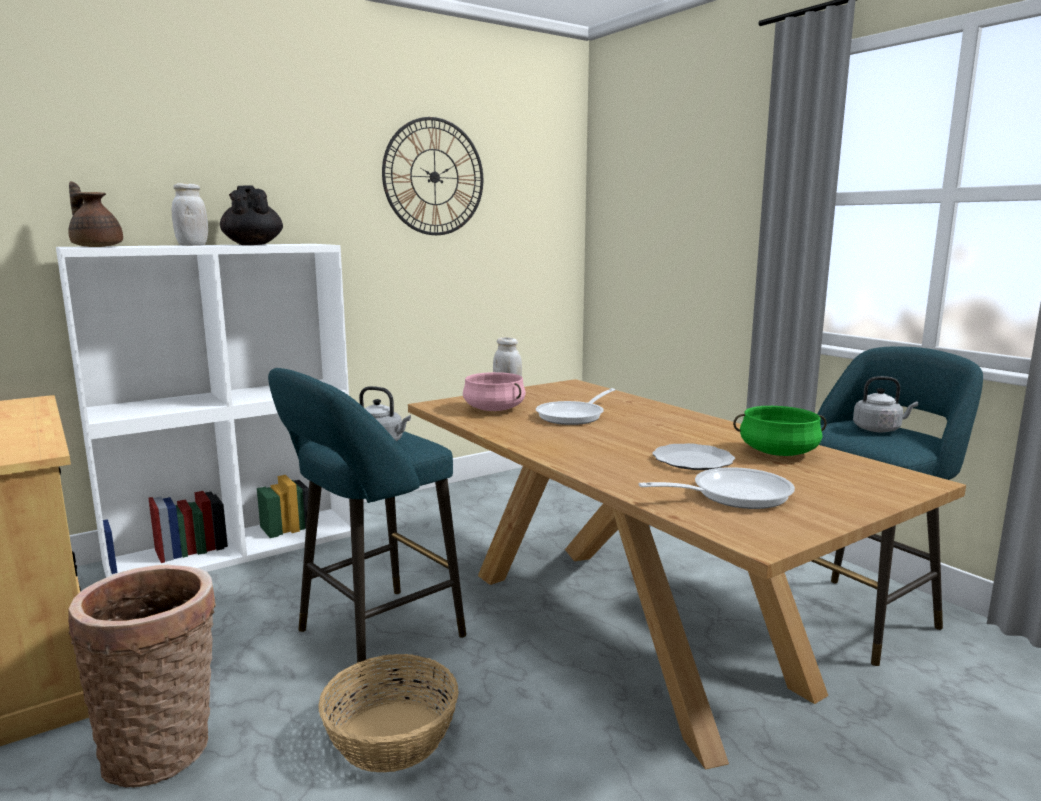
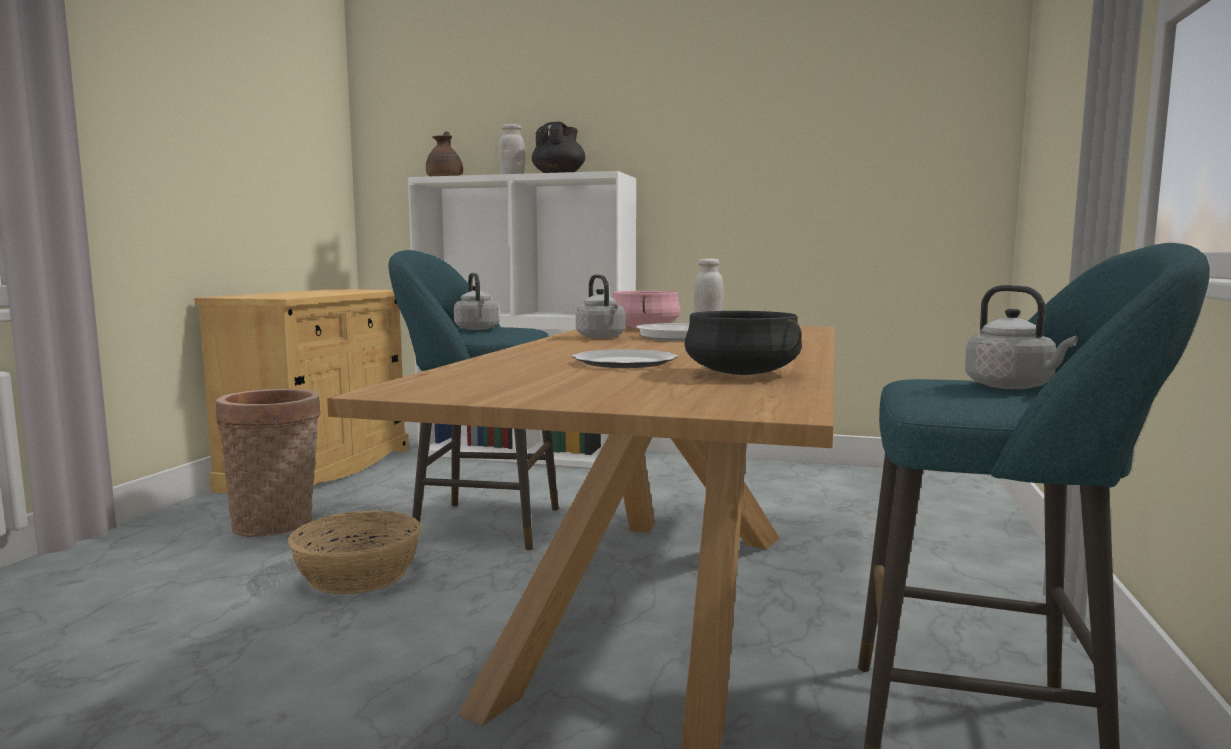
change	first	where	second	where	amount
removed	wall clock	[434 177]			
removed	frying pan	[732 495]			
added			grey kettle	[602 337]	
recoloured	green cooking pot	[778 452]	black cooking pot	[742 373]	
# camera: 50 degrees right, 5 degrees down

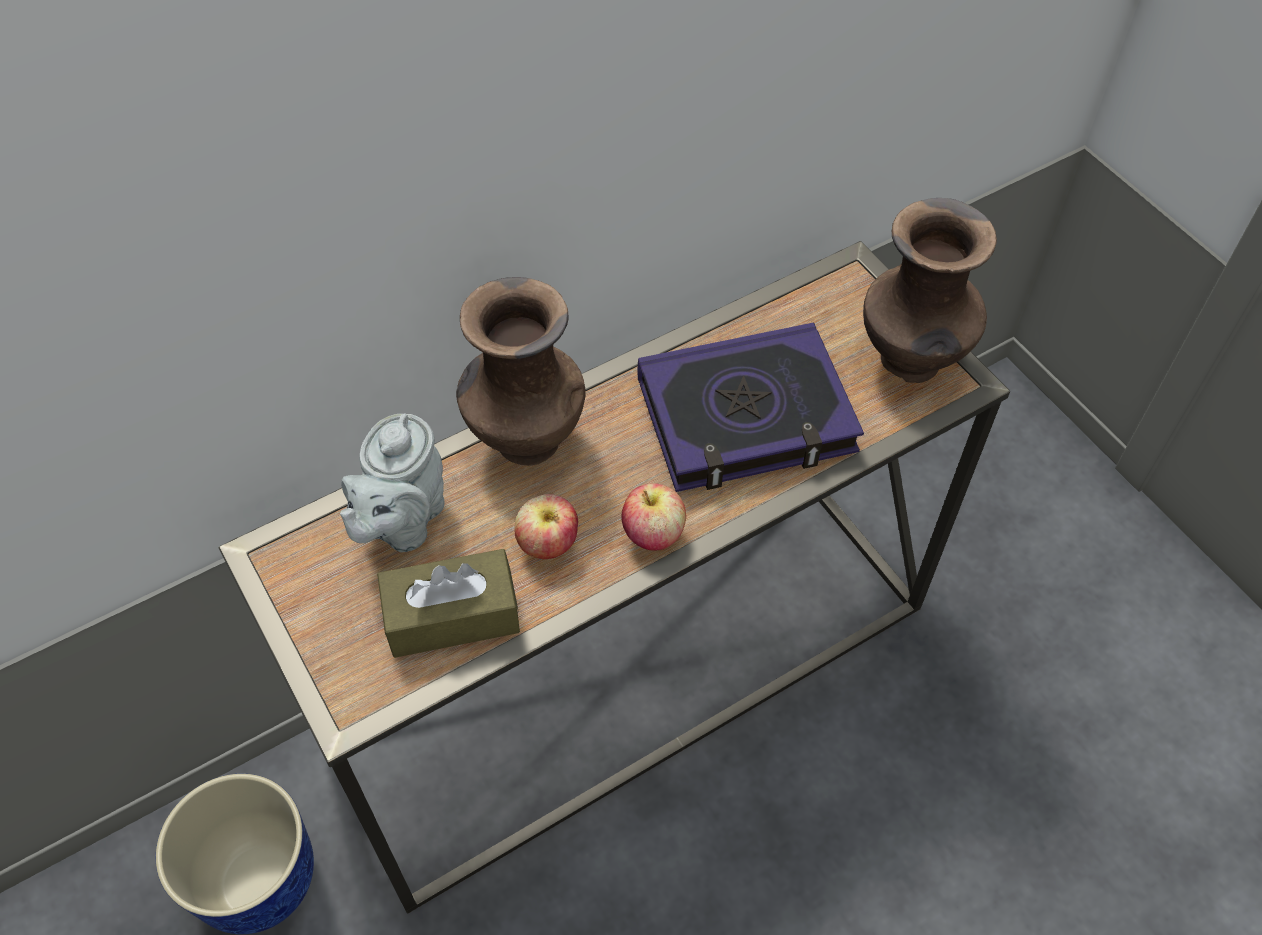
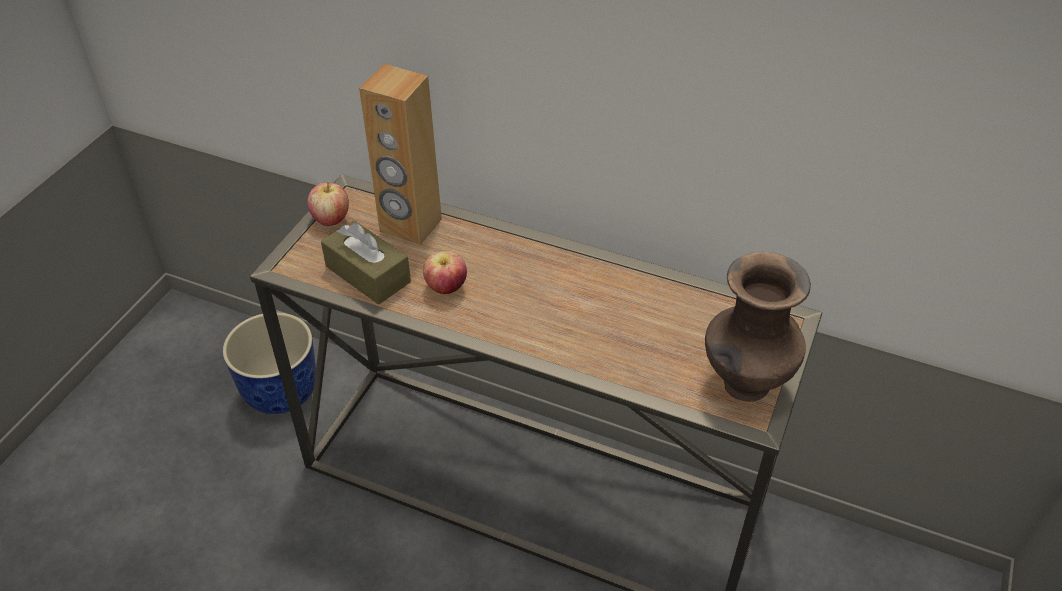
change	first	where	second	where	amount
removed	brown vase	[525 441]			
removed	book	[746 417]			
moved	apple	[653 534]		[331 219]	
replaced	grey teapot	[402 521]	brown speaker	[410 226]	
# camera: 55 degrees right, 10 degrees down

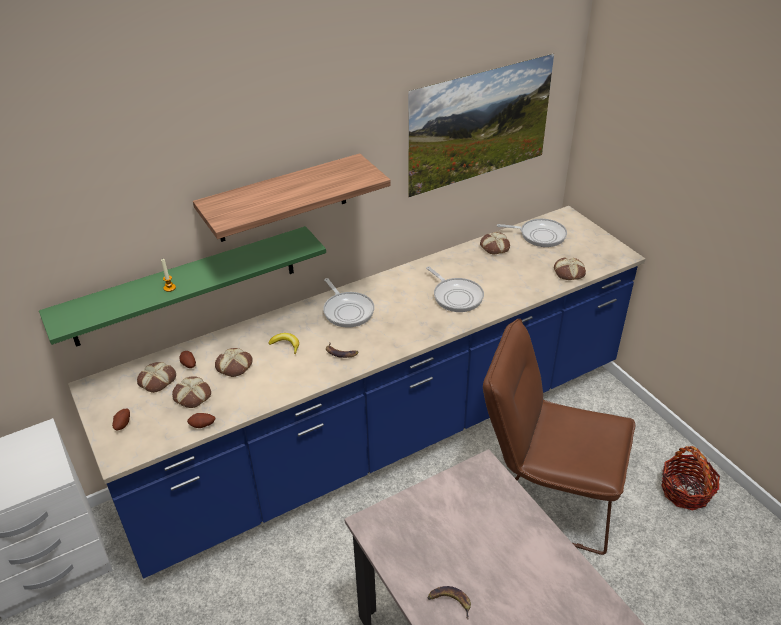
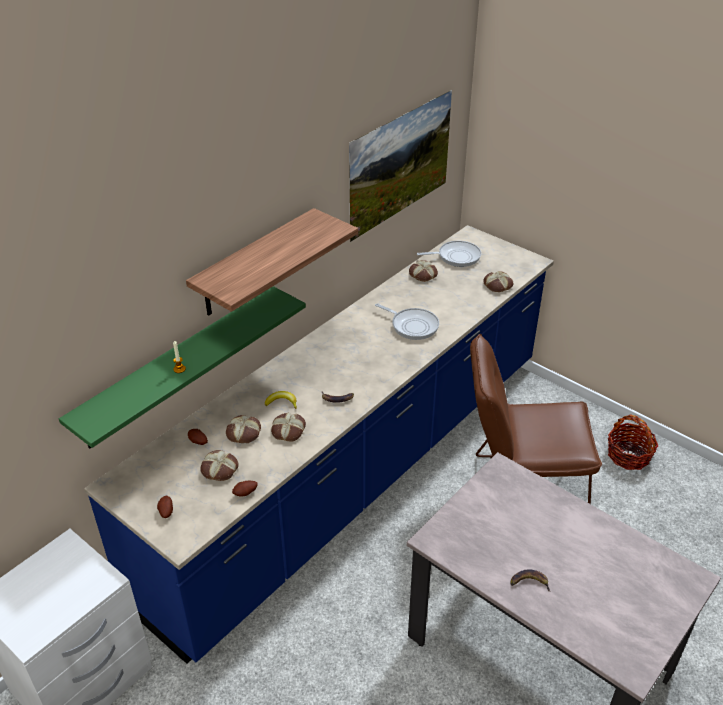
change	first	where	second	where	amount
removed	frying pan	[347 310]			
moved	bread	[157 380]		[288 430]	
# camera: 20 degrees left, 0 degrees up

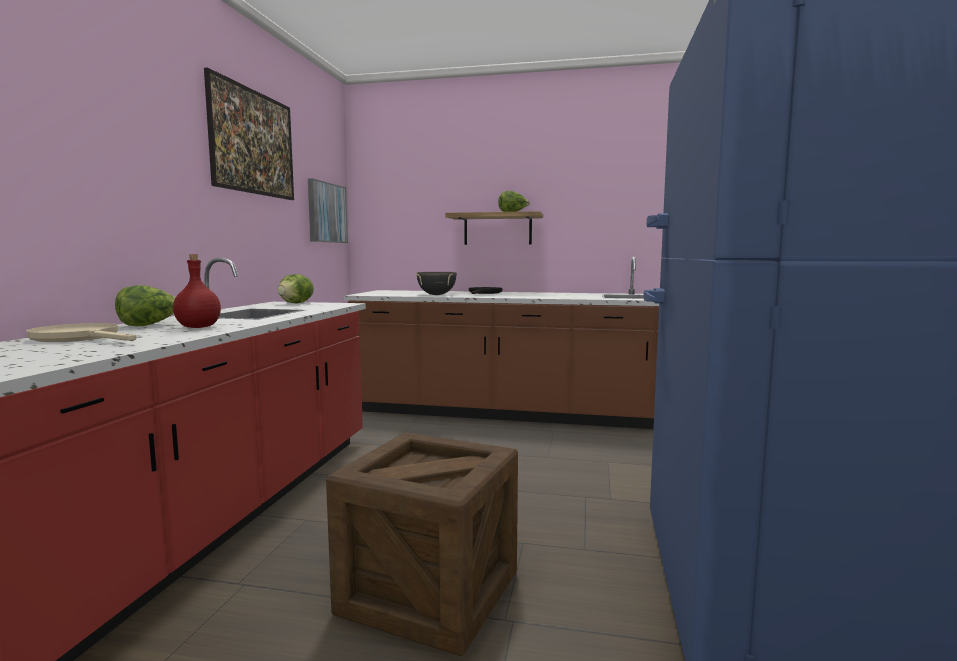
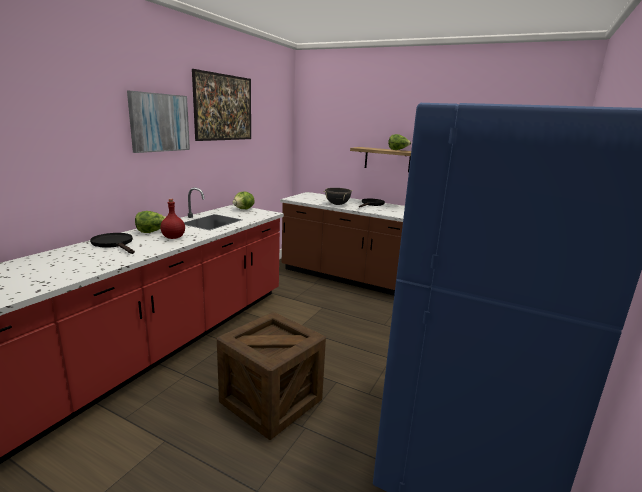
change	first	where	second	where	amount
moved	picture	[327 213]		[159 122]	
recoloured	beige frying pan	[82 338]	black frying pan	[115 244]	
# camera: 15 degrees right, 10 degrees up

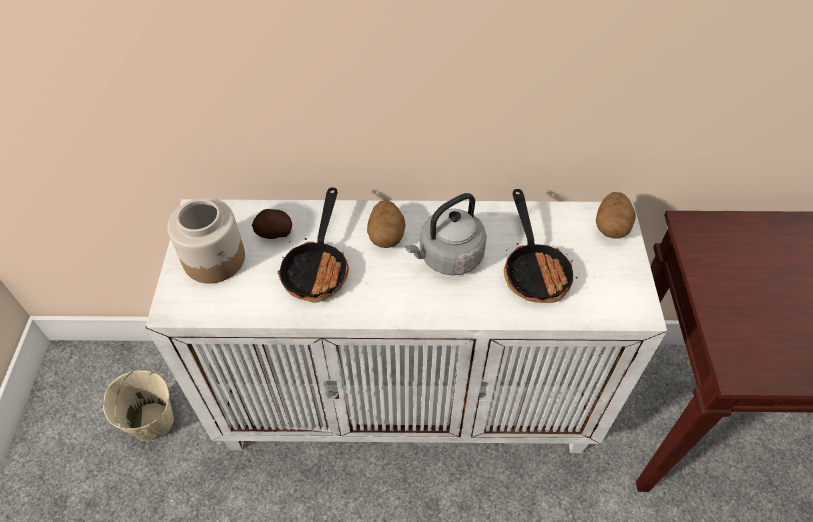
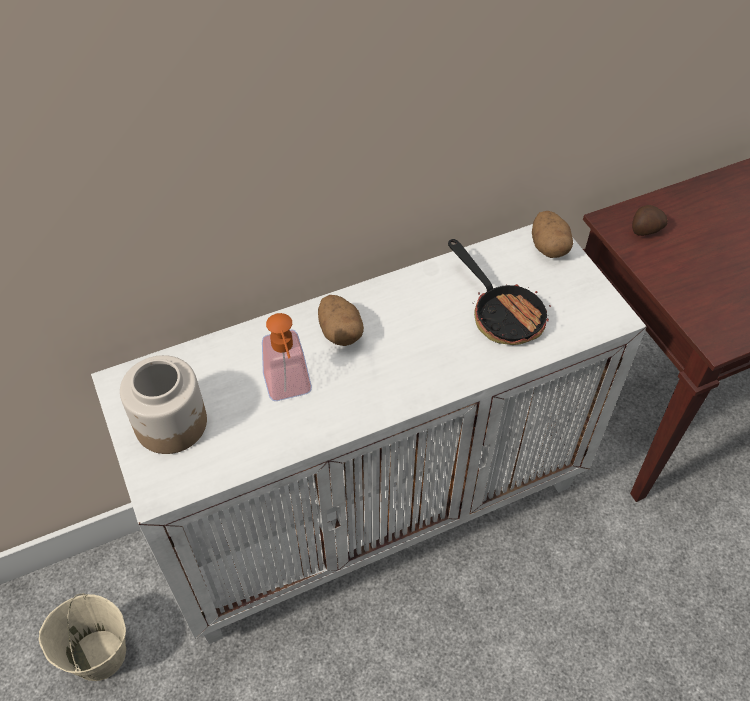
change	first	where	second	where	amount
removed	grey kettle	[448 257]			
moved	potato	[274 233]		[645 230]	
replaced	frying pan	[318 267]	soap dispenser	[289 390]	
# camera: 25 degrees left, 0 degrees up

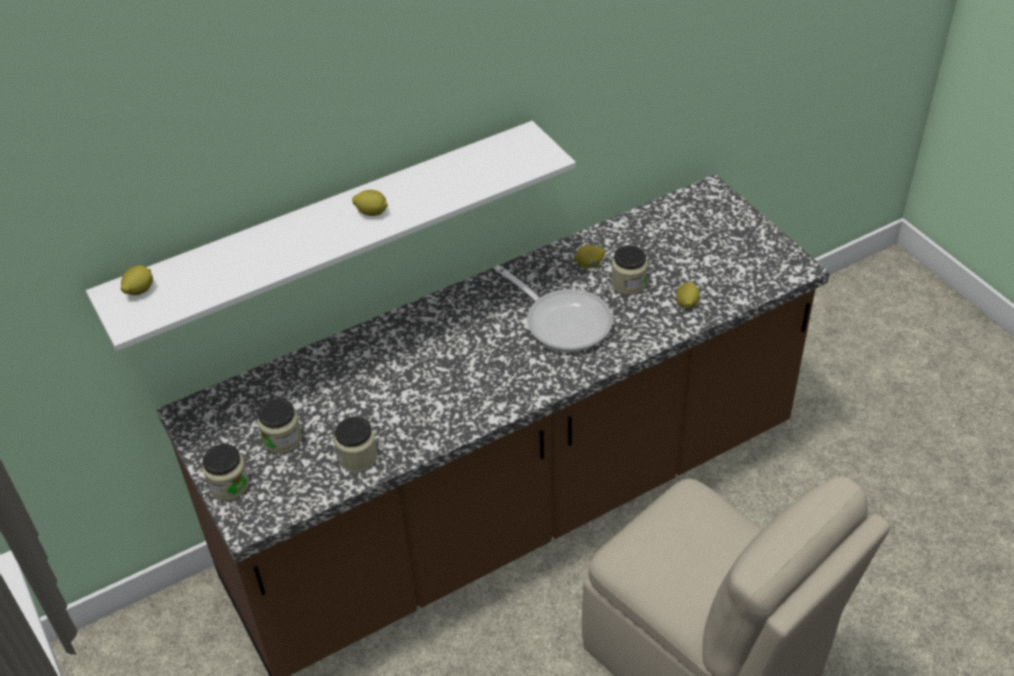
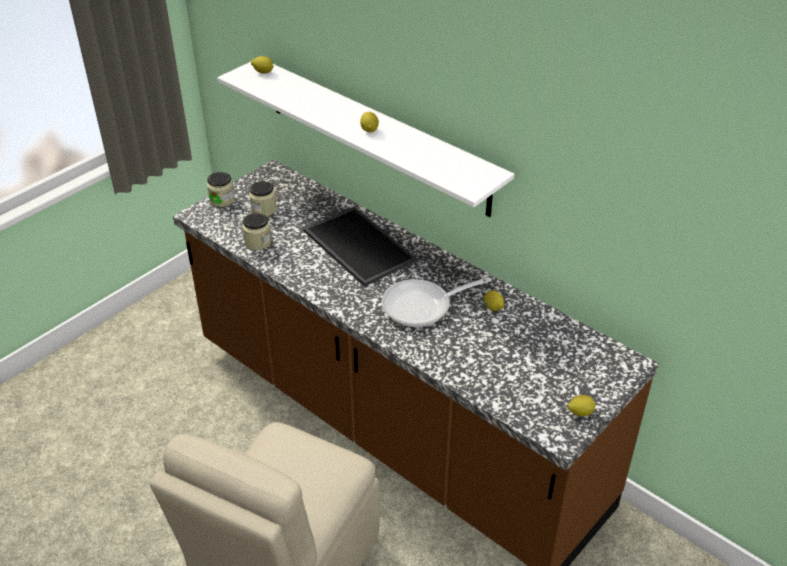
change	first	where	second	where	amount
removed	jar	[628 283]			
added			tray	[357 246]	
moved	lemon	[686 304]		[580 412]	
turned	frying pan	[563 321]		[422 306]	45 degrees clockwise
# camera: 70 degrees right, 5 degrees down

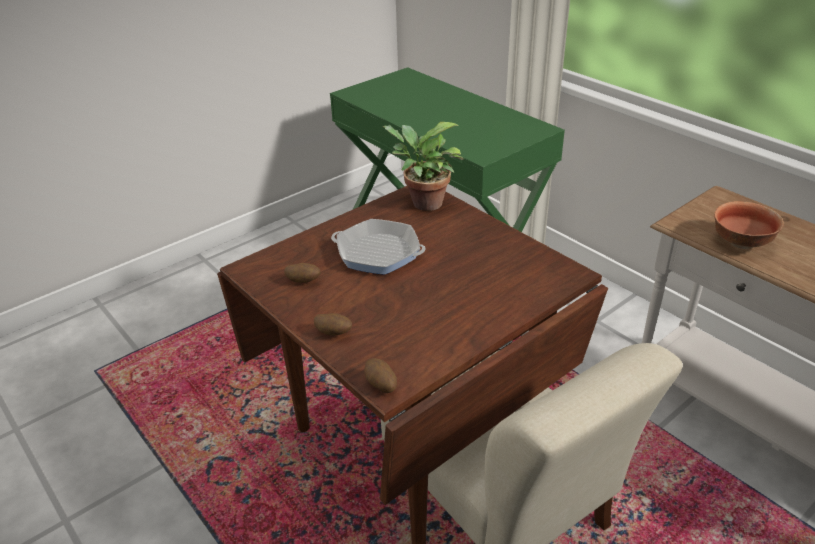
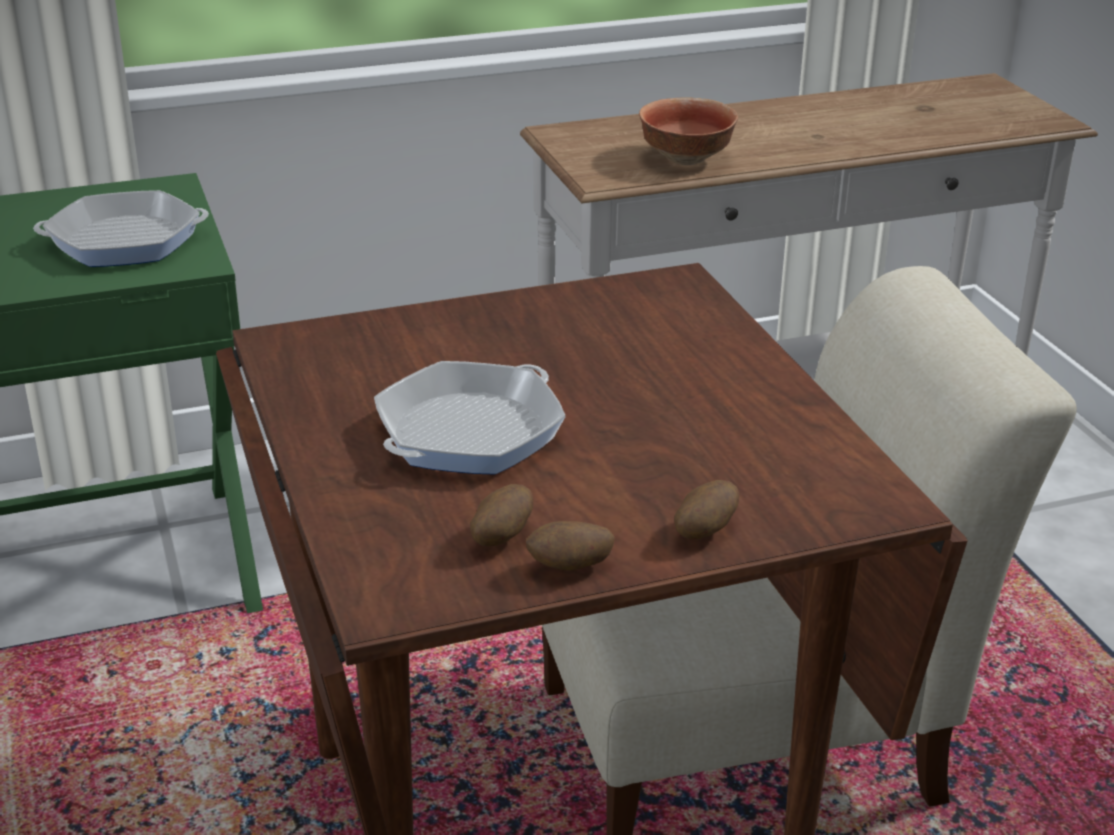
change	first	where	second	where	amount
removed	potted plant	[423 203]			
added			frying pan	[124 240]	
moved	potato	[381 385]		[569 567]	
# camera: 70 degrees left, 5 degrees down

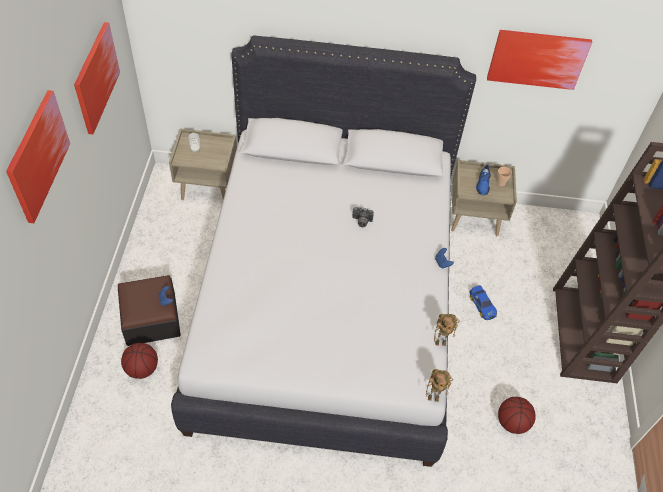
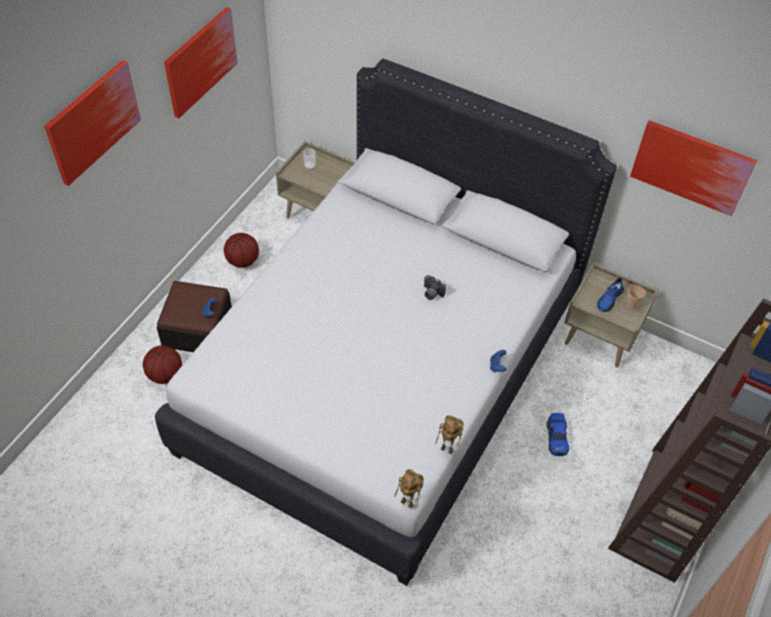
change	first	where	second	where	amount
moved	basketball	[512 422]		[243 261]	
# camera: 25 degrees right, 0 degrees up

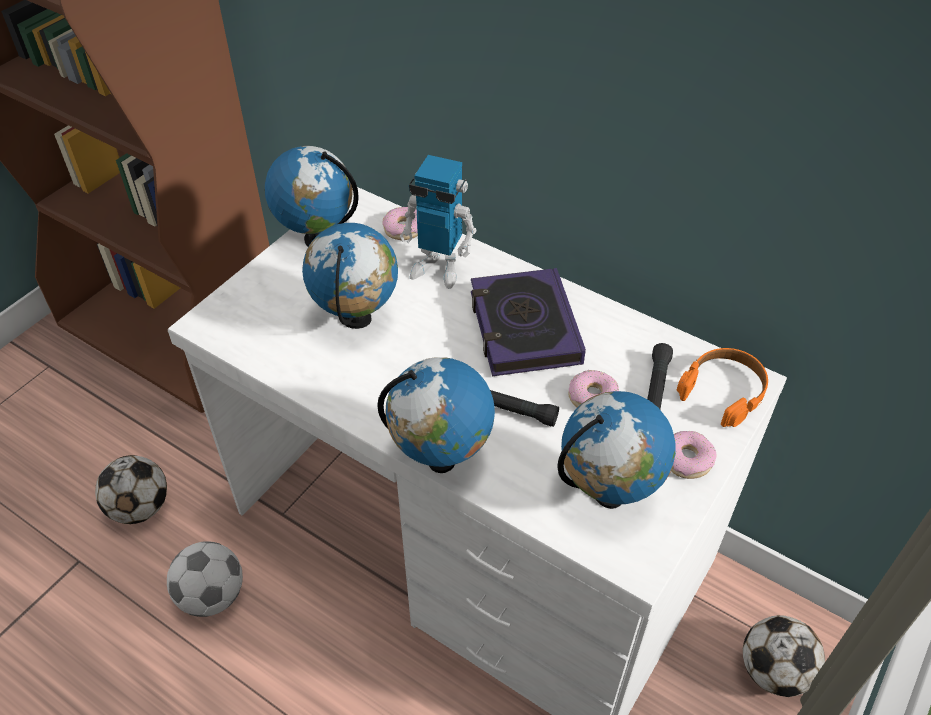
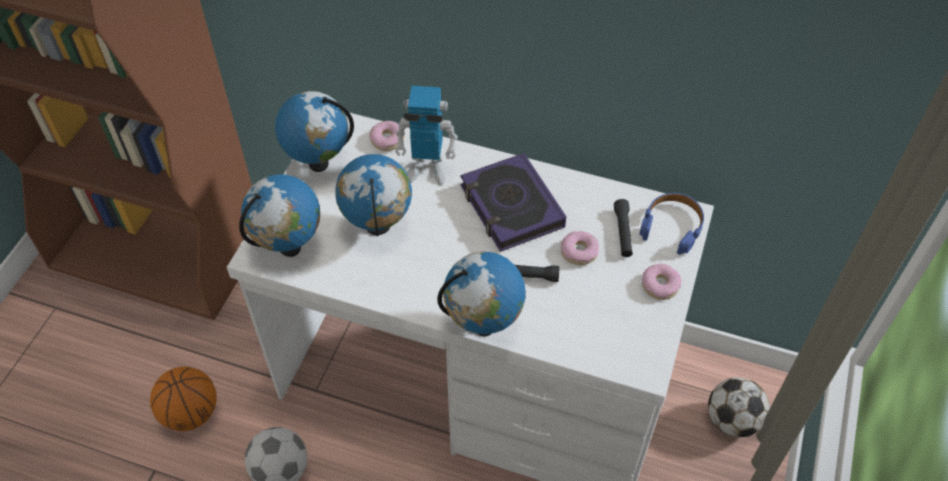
change	first	where	second	where	amount
moved	globe	[608 494]		[289 247]	
replaced	football	[140 508]	basketball	[191 413]	
recoloured	orange headphones	[723 391]	blue headphones	[672 226]	
# camera: 15 degrees left, 5 degrees up

